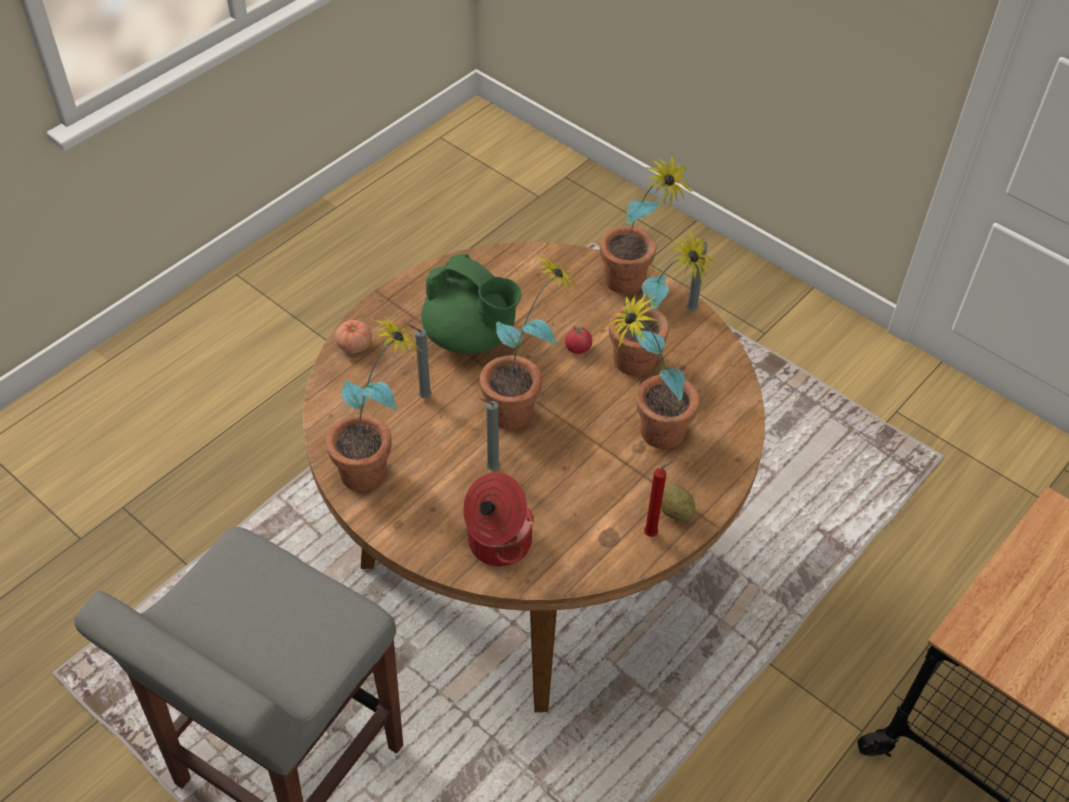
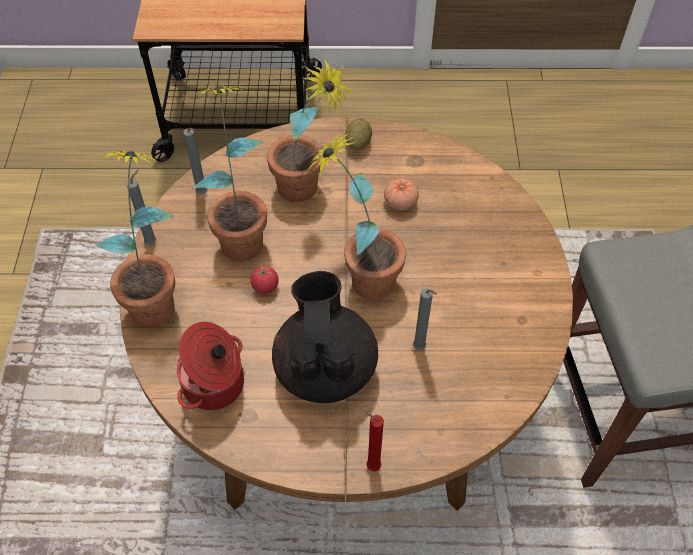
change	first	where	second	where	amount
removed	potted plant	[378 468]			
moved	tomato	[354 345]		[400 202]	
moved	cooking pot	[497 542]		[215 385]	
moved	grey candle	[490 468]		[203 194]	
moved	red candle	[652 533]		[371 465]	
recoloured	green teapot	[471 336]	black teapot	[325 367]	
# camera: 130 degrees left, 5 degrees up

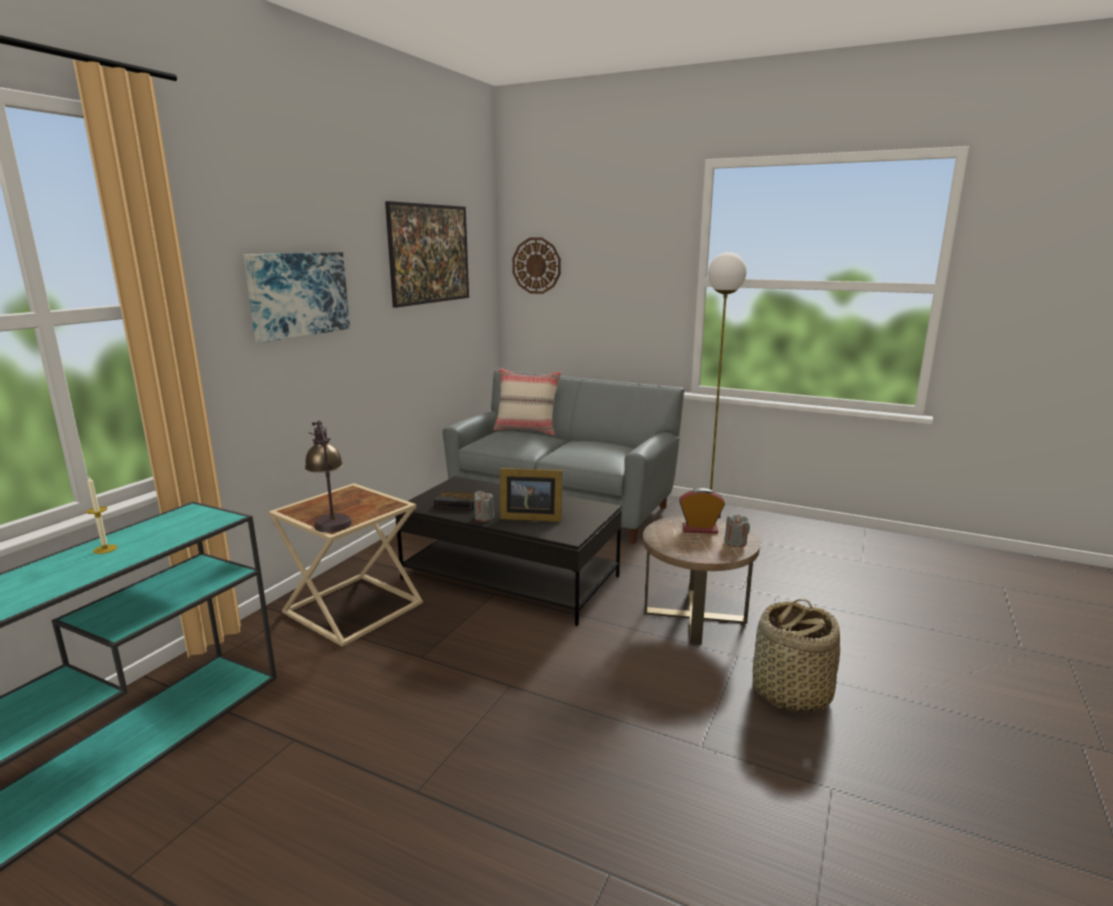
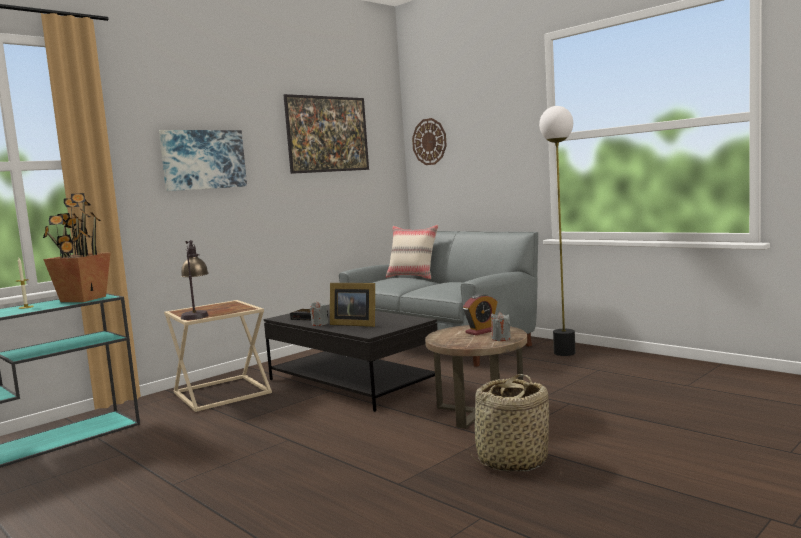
change	first	where	second	where	amount
added			potted plant	[82 299]	
turned	alarm clock	[699 529]		[481 331]	120 degrees clockwise
# camera: 20 degrees right, 10 degrees down

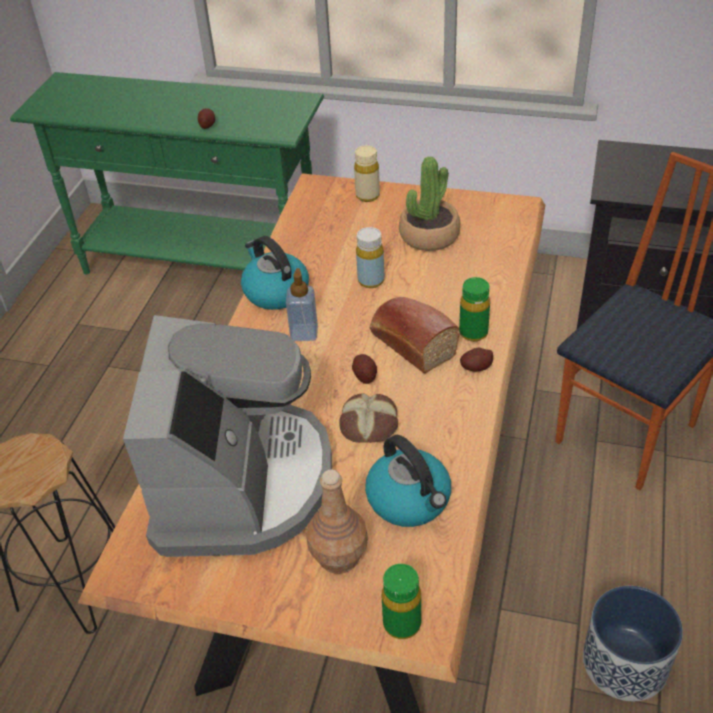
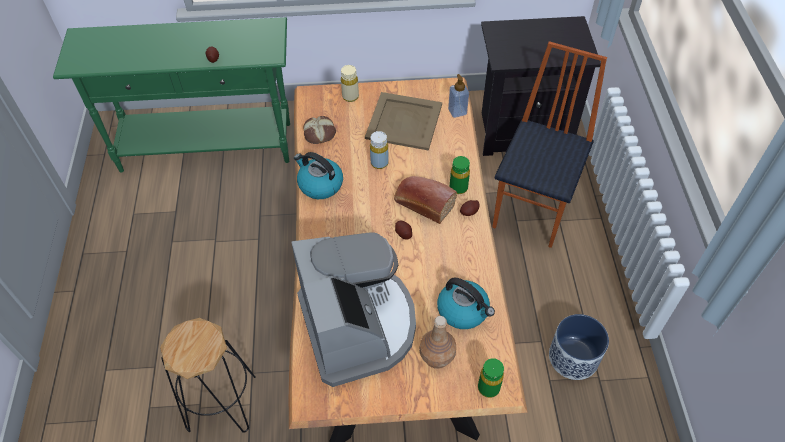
change	first	where	second	where	amount
moved	soap dispenser	[304 333]		[457 111]	
moved	bread	[370 424]		[320 133]	
replaced	potted plant	[429 235]	beige tray	[403 121]	
# camera: 20 degrees left, 10 degrees up

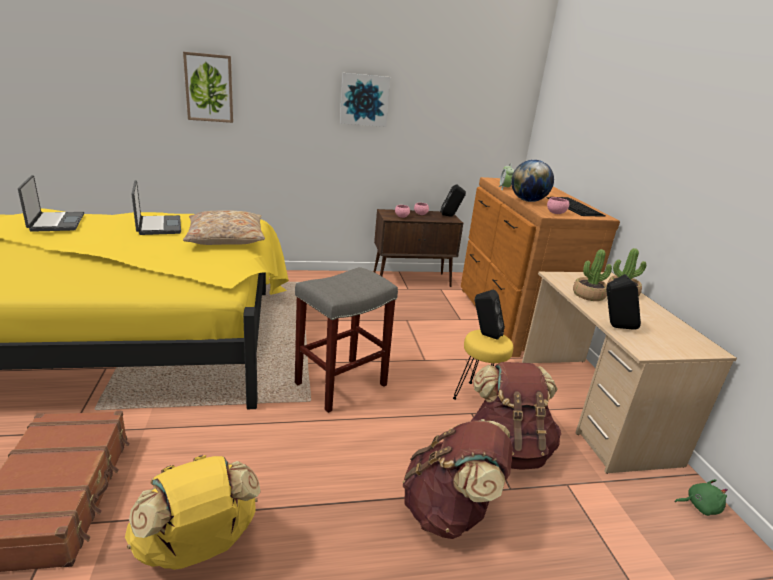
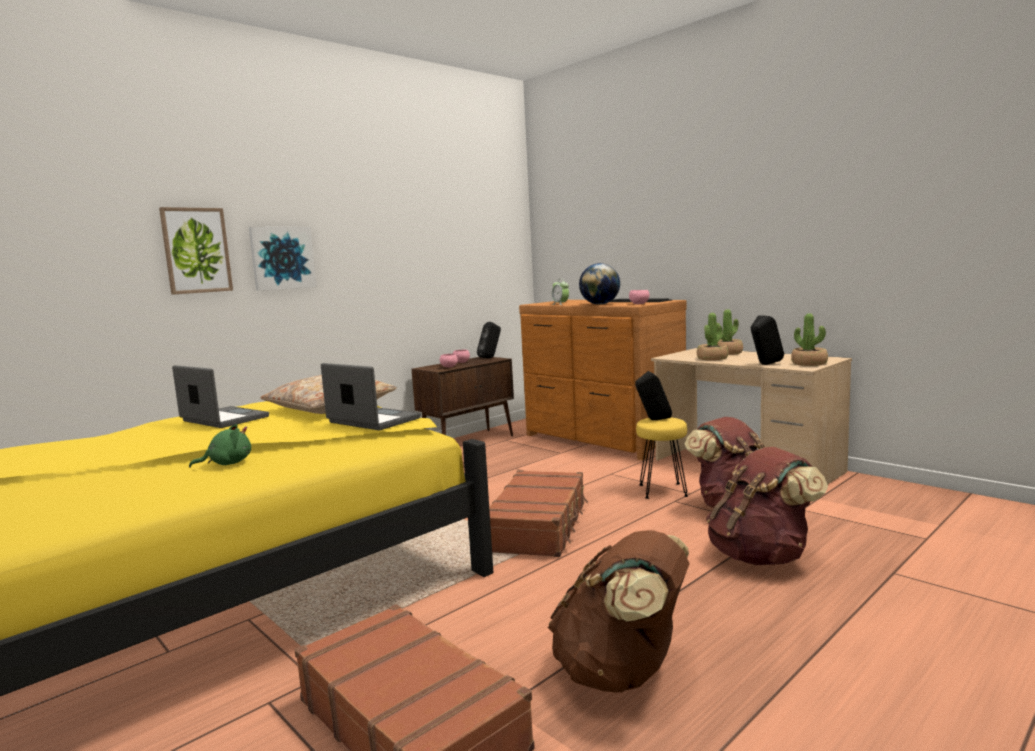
change	first	where	second	where	amount
added			potted plant	[809 363]	
moved	laptop	[55 222]		[372 421]	
moved	picture	[364 100]		[282 258]	
moved	green plush toy	[699 506]		[227 464]	
replaced	grey stool	[341 383]	brown suitcase	[539 526]	
recoloured	yellow backpack	[198 547]	brown backpack	[622 673]	
# camera: 30 degrees left, 15 degrees down

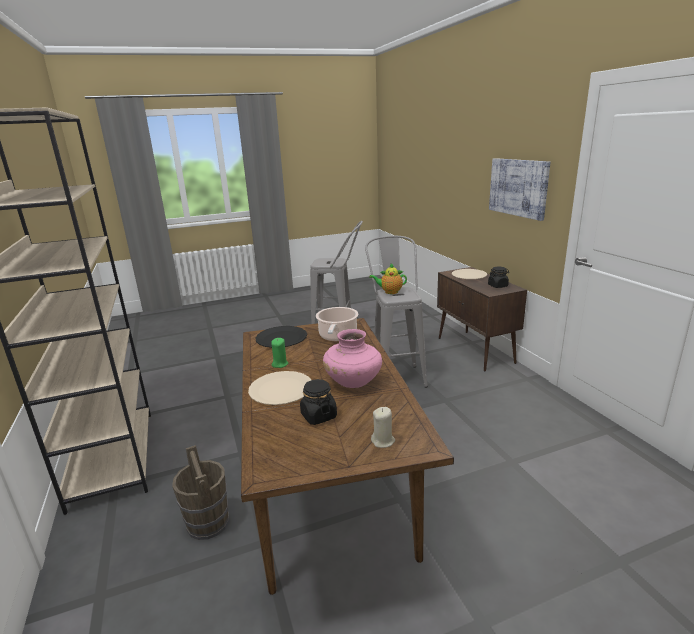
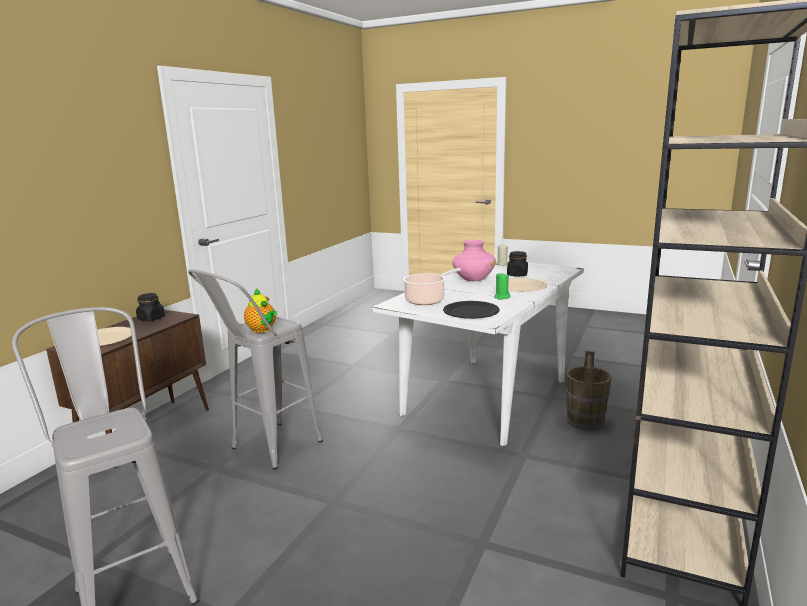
change	first	where	second	where	amount
removed	picture	[518 187]			
recoloured	brown dining table	[330 500]	white dining table	[486 396]	
# camera: 135 degrees left, 5 degrees down

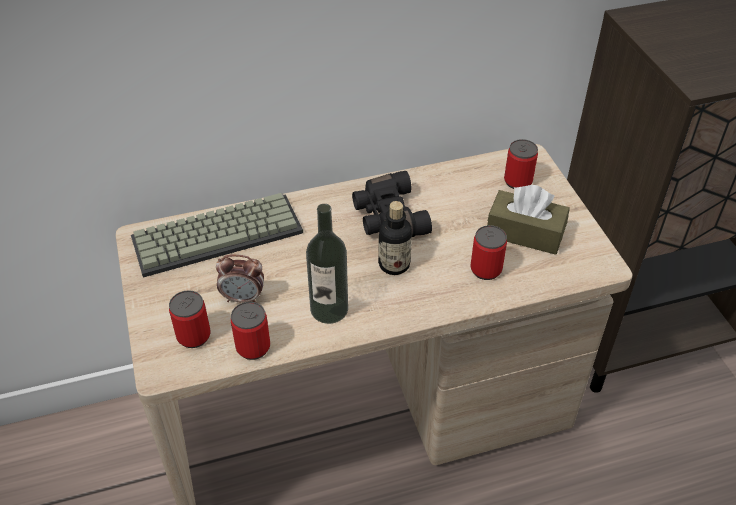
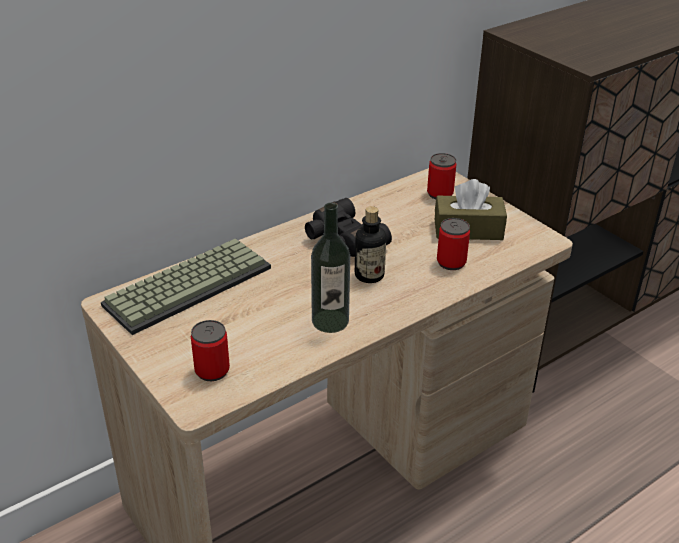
change	first	where	second	where	amount
removed	alarm clock	[243 298]			
removed	can	[253 347]			
# camera: 20 degrees left, 10 degrees down

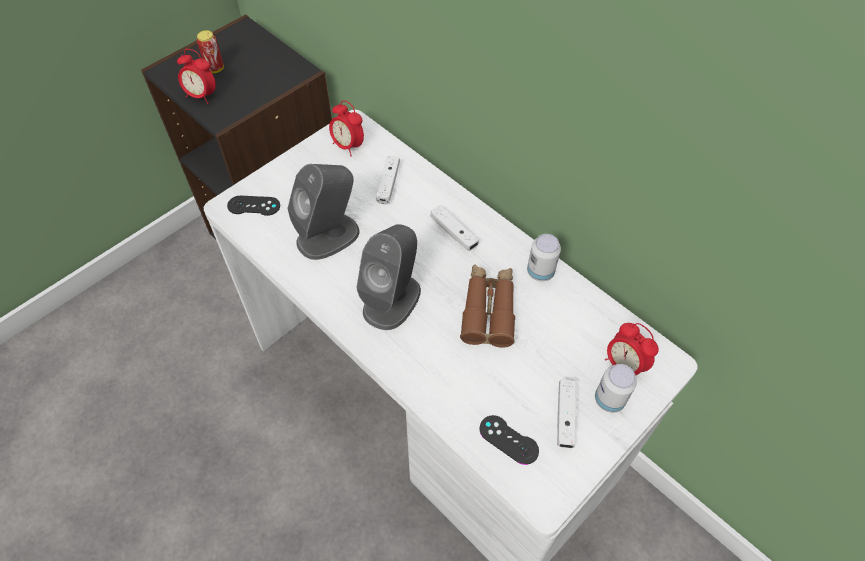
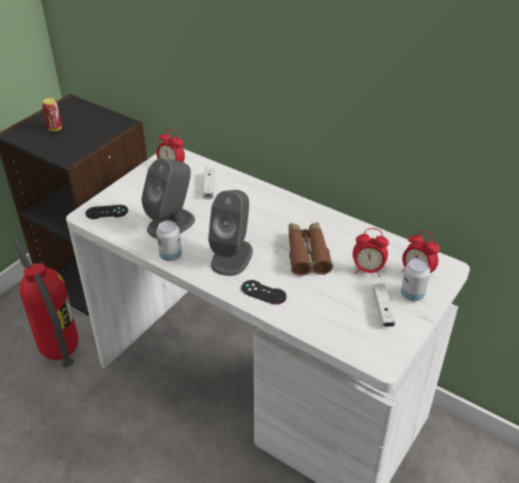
change	first	where	second	where	amount
removed	white game controller	[454 233]			
added			fire extinguisher	[59 352]	
moved	alarm clock	[201 96]		[368 270]	
moved	black game controller	[508 439]		[263 292]	
moved	can	[540 272]		[170 256]	
# camera: 10 degrees left, 15 degrees down

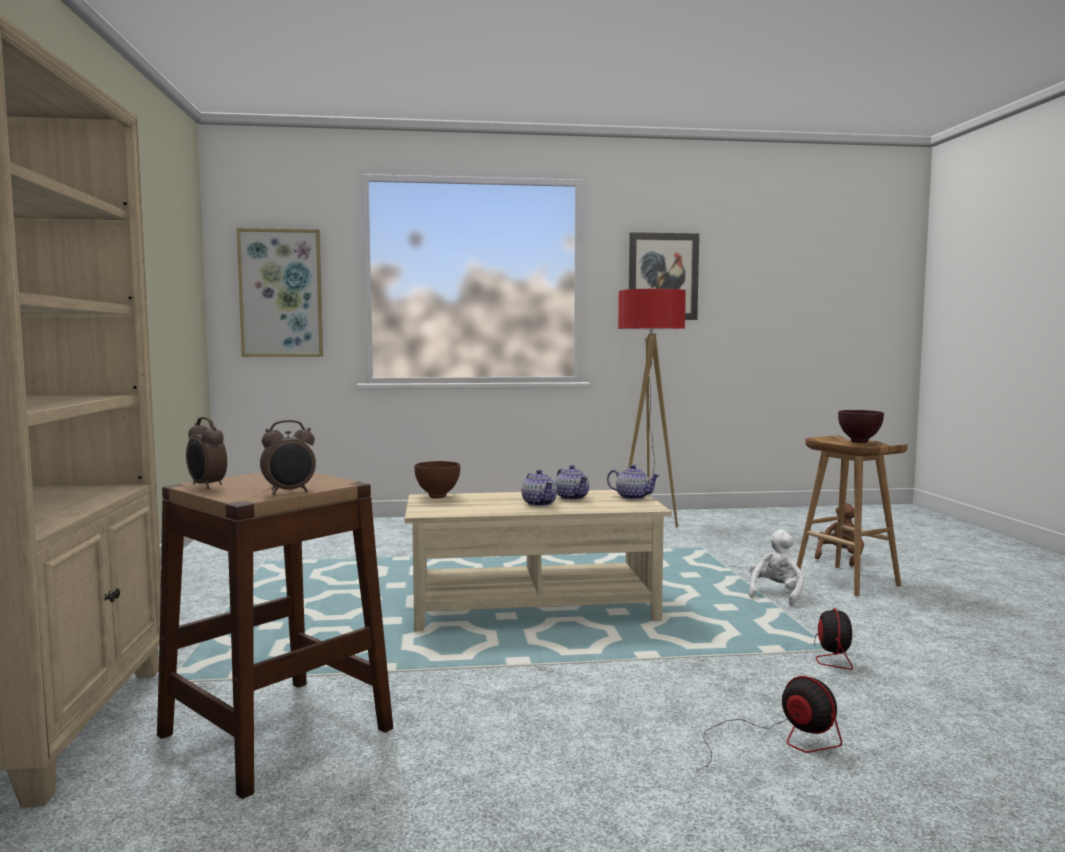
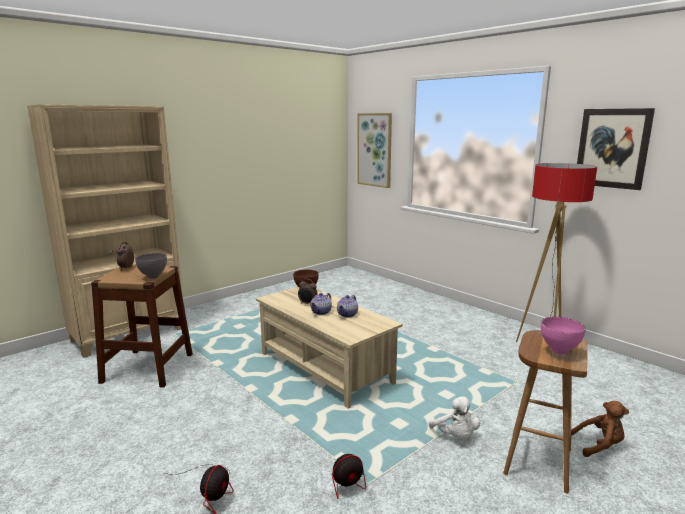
change	first	where	second	where	amount
removed	teapot	[632 497]			
added			grey bowl	[154 277]	
moved	alarm clock	[289 492]		[307 304]	
recoloured	brown bowl	[858 442]	pink bowl	[559 350]	
turned	white plush toy	[775 594]		[455 436]	75 degrees clockwise
# camera: 55 degrees right, 10 degrees up

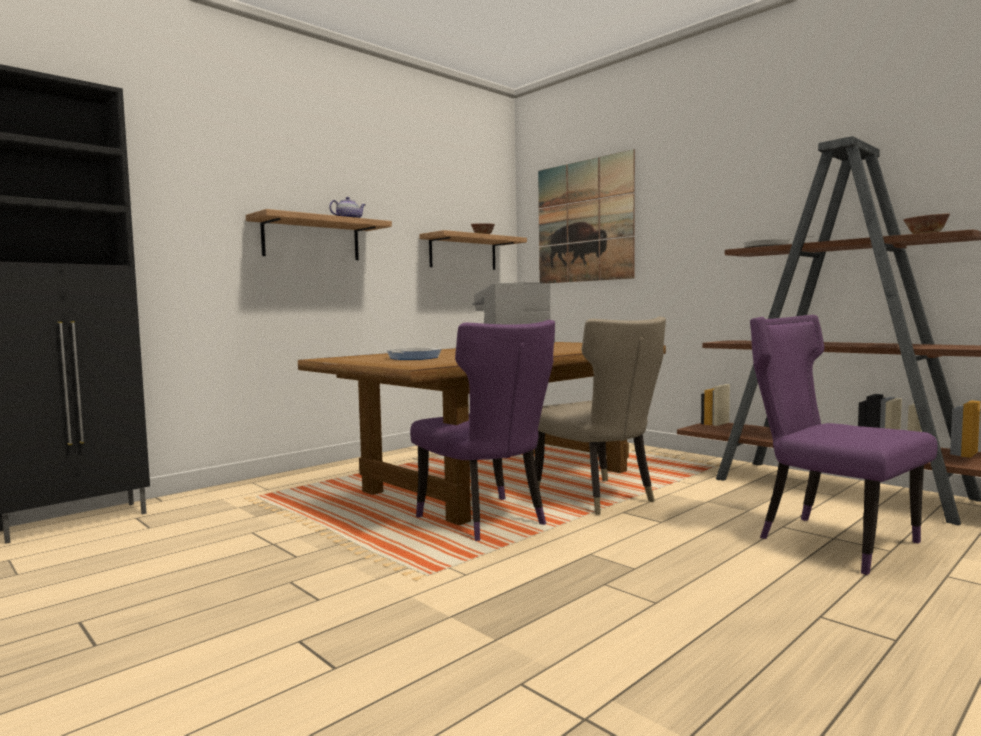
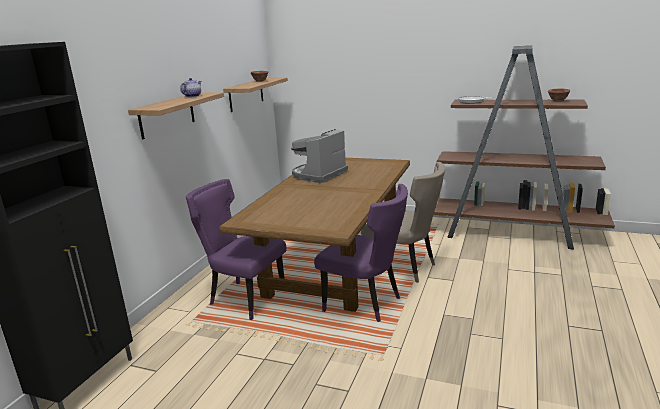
change	first	where	second	where	amount
removed	frying pan	[414 358]			
removed	picture	[584 221]			
moved	purple chair	[830 540]		[244 297]	
# camera: 25 degrees left, 15 degrees up

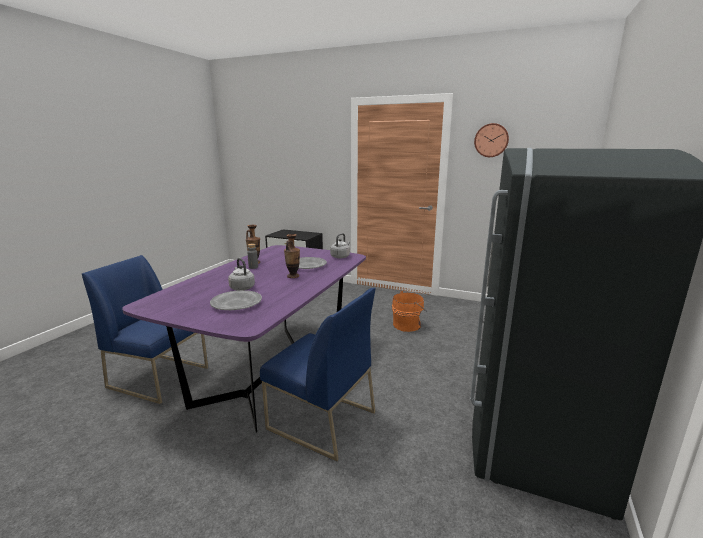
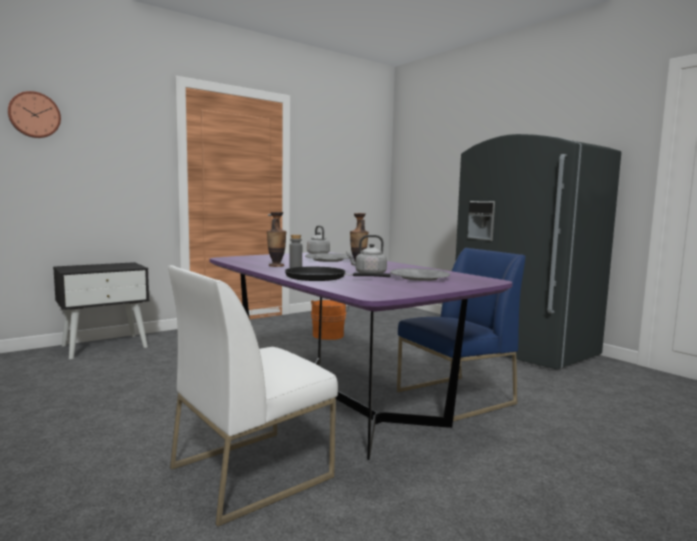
change	first	where	second	where	amount
added			black frying pan	[320 278]	
moved	wall clock	[491 140]		[34 115]	
recoloured	blue chair	[160 377]	white chair	[251 471]	
# camera: 60 degrees left, 10 degrees down

